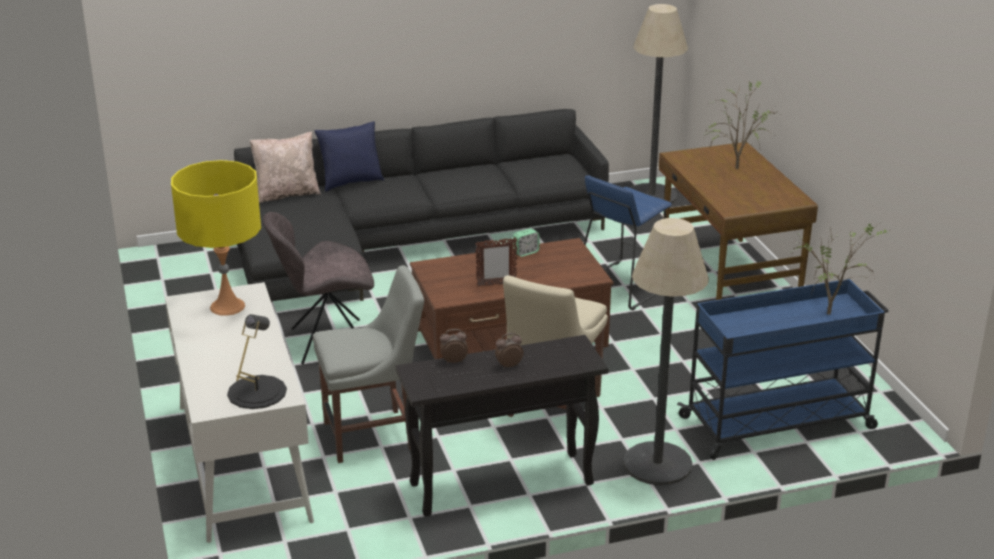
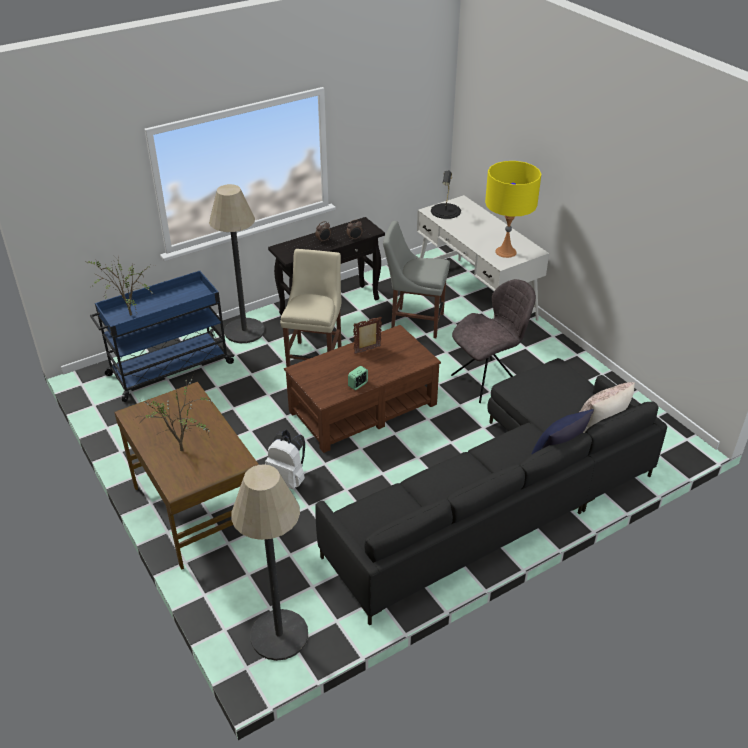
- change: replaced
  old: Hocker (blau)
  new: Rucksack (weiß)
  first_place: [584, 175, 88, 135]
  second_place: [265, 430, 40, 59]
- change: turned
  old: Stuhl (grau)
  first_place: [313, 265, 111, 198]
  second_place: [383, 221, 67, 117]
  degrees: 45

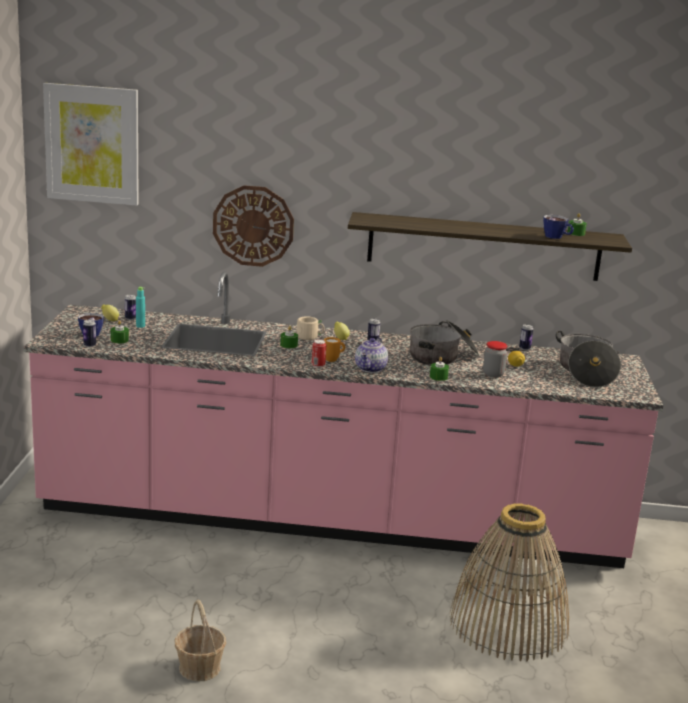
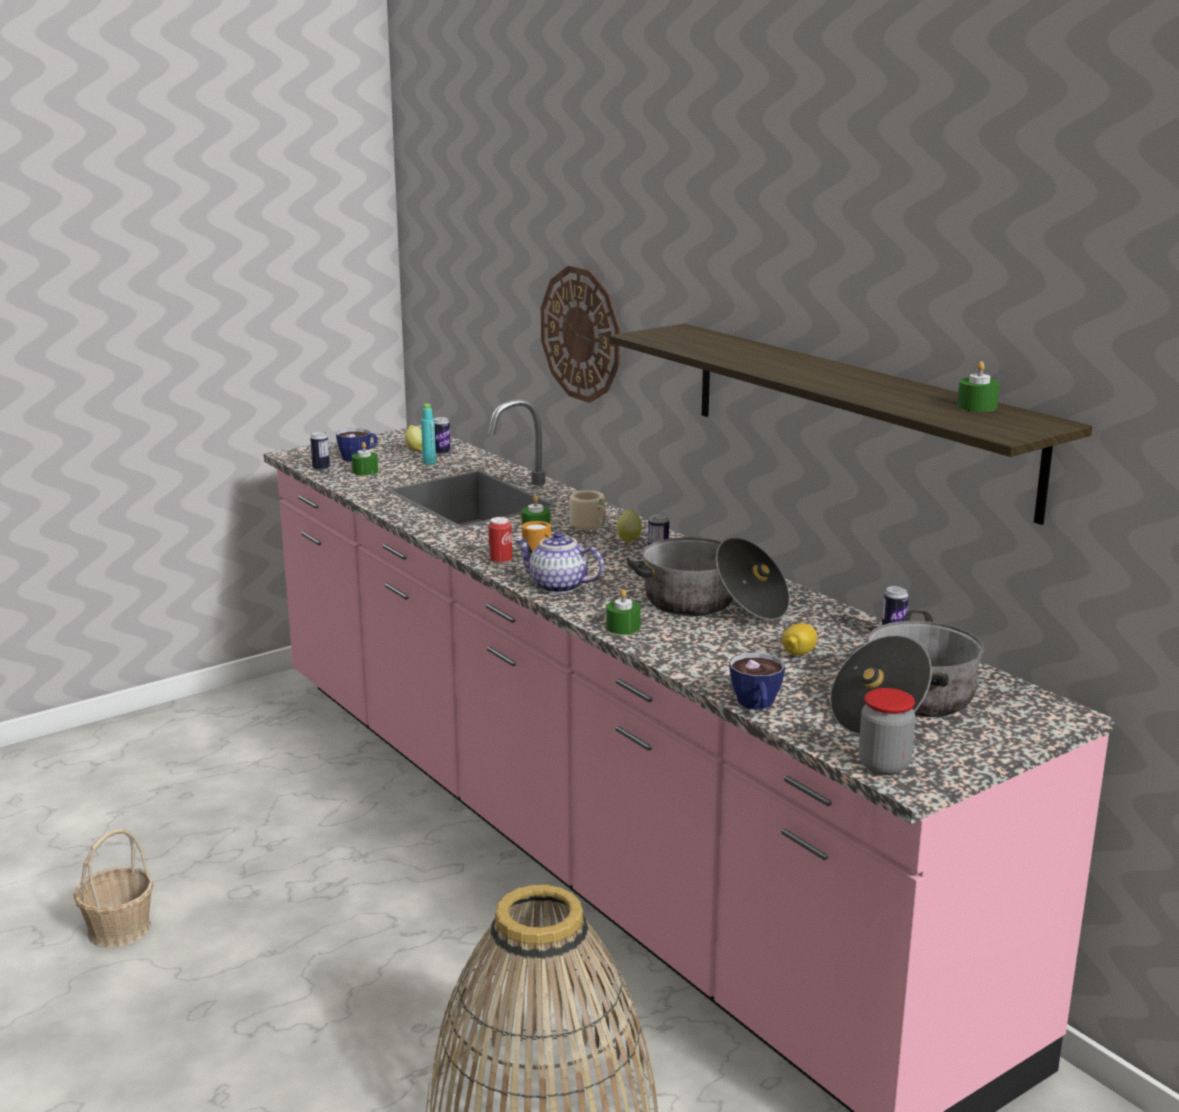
- change: removed
  old: Bild
  first_place: [43, 83, 96, 123]
- change: moved
  old: Tasse
  first_place: [543, 215, 31, 24]
  second_place: [729, 653, 56, 56]
- change: turned
  old: Teekanne
  first_place: [355, 338, 33, 35]
  second_place: [515, 531, 89, 63]
  degrees: 45
- change: moved
  old: Vorratsglas
  first_place: [483, 341, 25, 36]
  second_place: [859, 688, 56, 87]

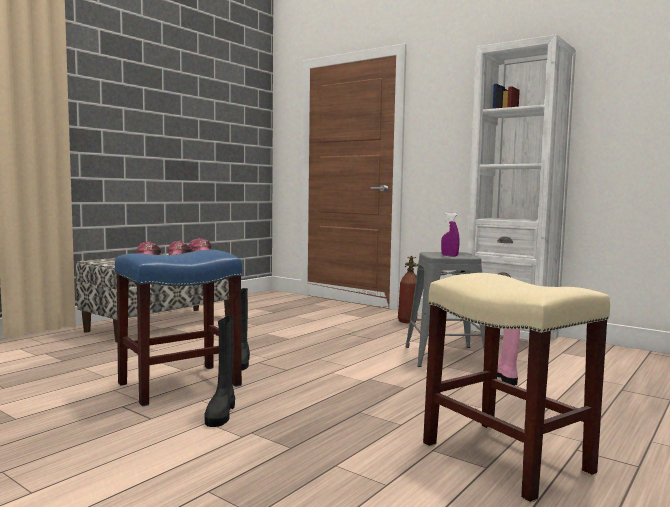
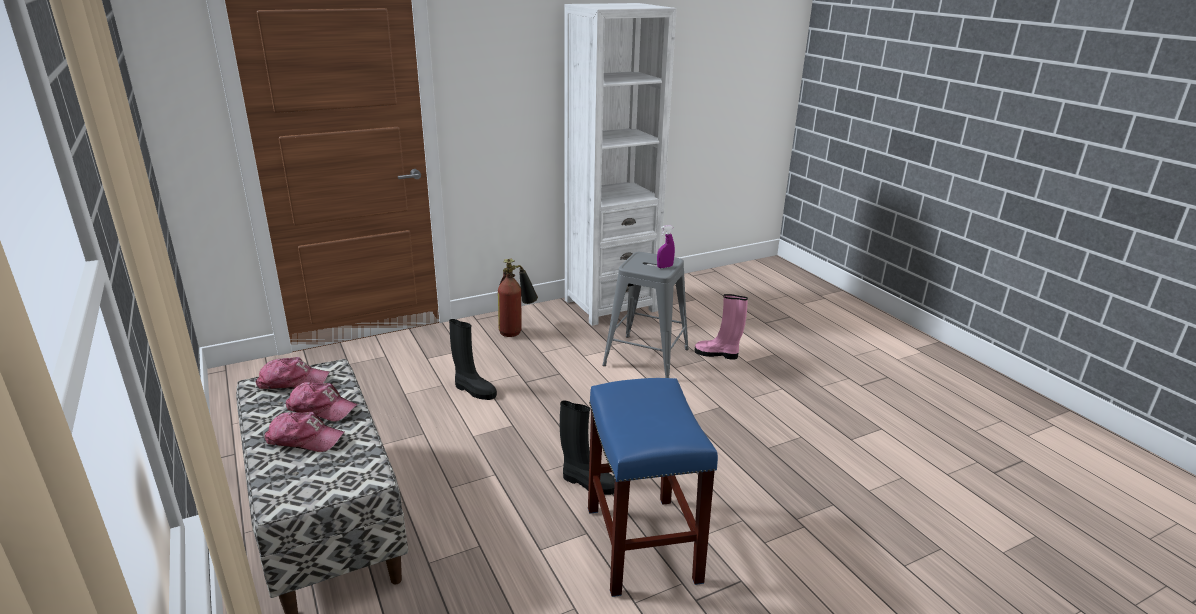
- change: removed
  old: Hocker (beige)
  first_place: [423, 273, 187, 230]
- change: moved
  old: Stiefel (schwarz)
  first_place: [205, 316, 30, 111]
  second_place: [449, 319, 48, 81]

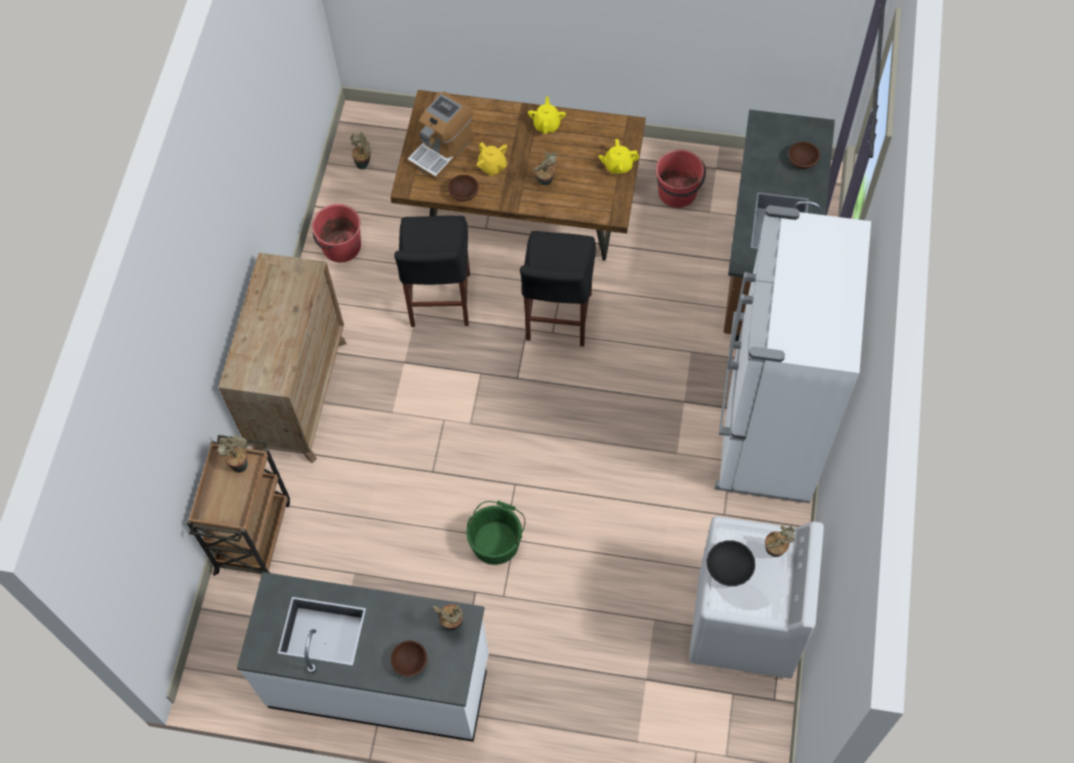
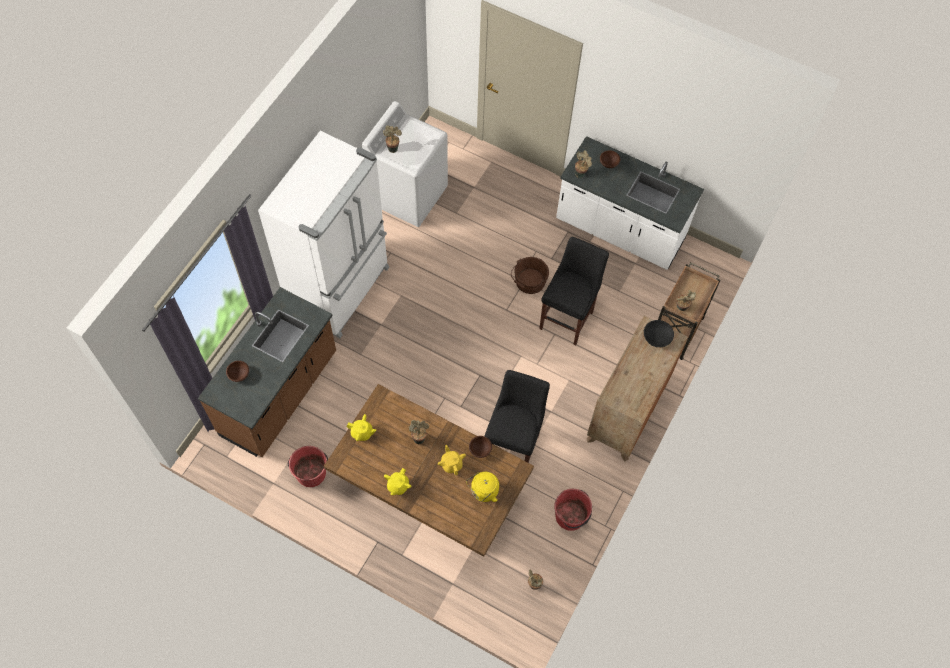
- change: replaced
  old: Kaffeemaschine
  new: Wasserkessel (gelb)
  first_place: [407, 92, 67, 88]
  second_place: [466, 472, 33, 30]
- change: moved
  old: Hocker (schwarz)
  first_place: [520, 231, 76, 116]
  second_place: [539, 237, 70, 109]
- change: recoloured
  old: Eimer (grün)
  new: Eimer (braun)
  first_place: [466, 501, 59, 64]
  second_place: [511, 257, 38, 37]
- change: moved
  old: Schüssel (schwarz)
  first_place: [707, 540, 48, 46]
  second_place: [644, 320, 30, 27]

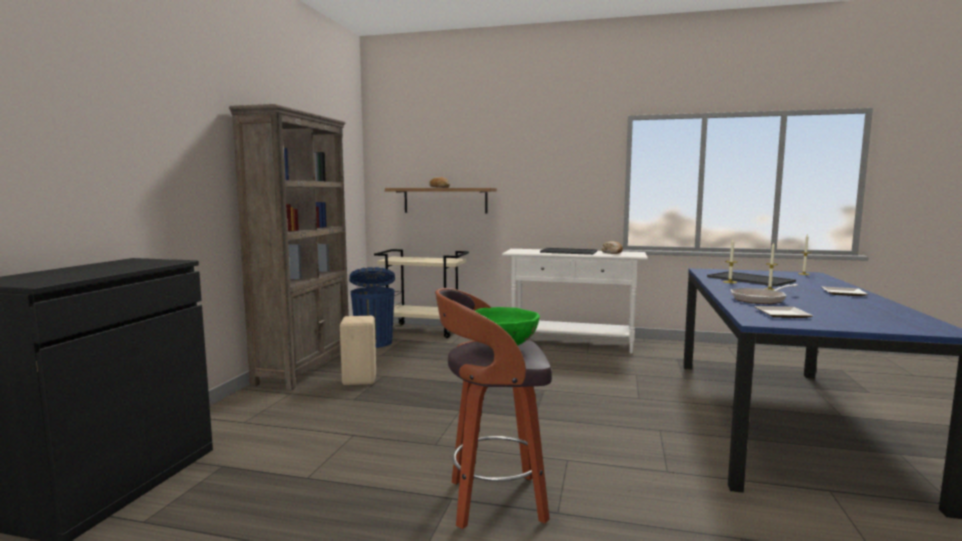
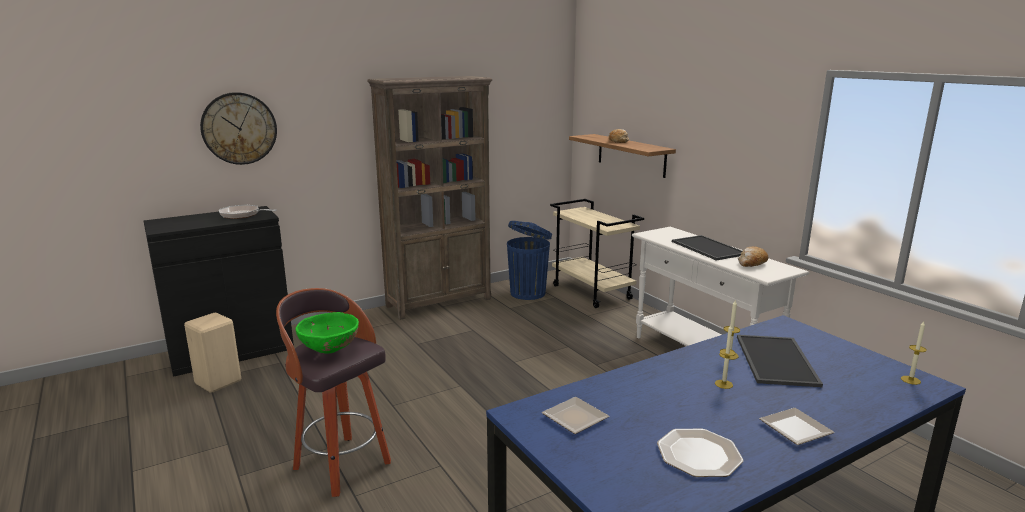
- change: moved
  old: Pfanne
  first_place: [731, 284, 68, 20]
  second_place: [219, 204, 58, 15]
- change: moved
  old: Hocker (beige)
  first_place: [340, 316, 36, 69]
  second_place: [184, 313, 57, 79]
- change: added
  new: Wanduhr
  second_place: [200, 92, 77, 73]
- change: added
  new: Teller
  second_place: [657, 429, 87, 48]

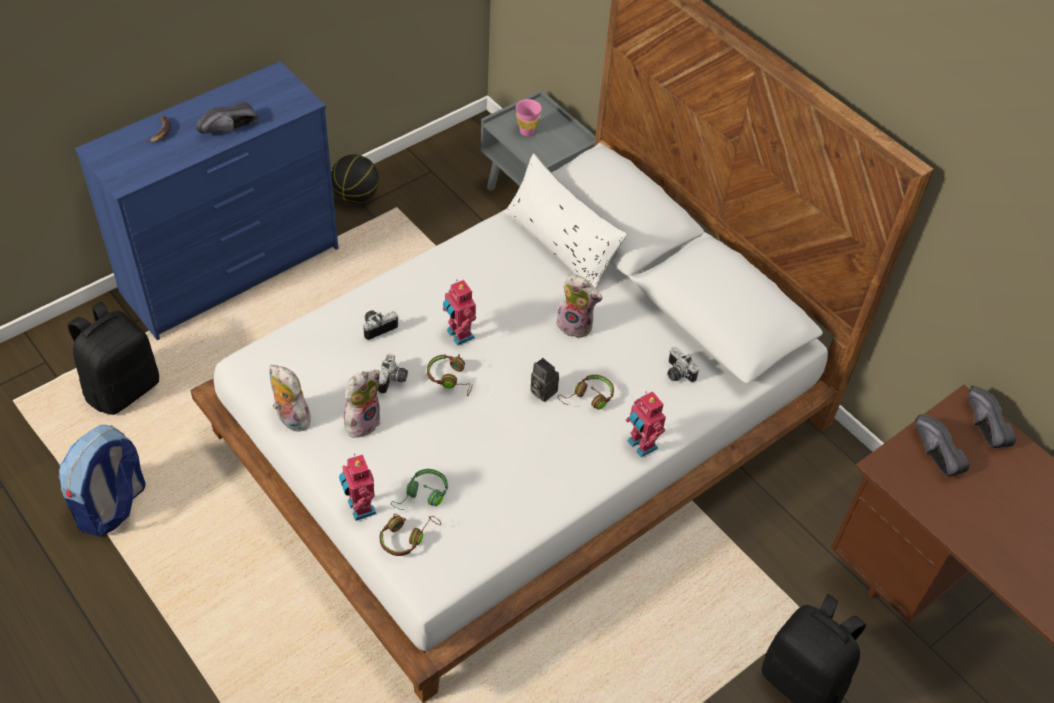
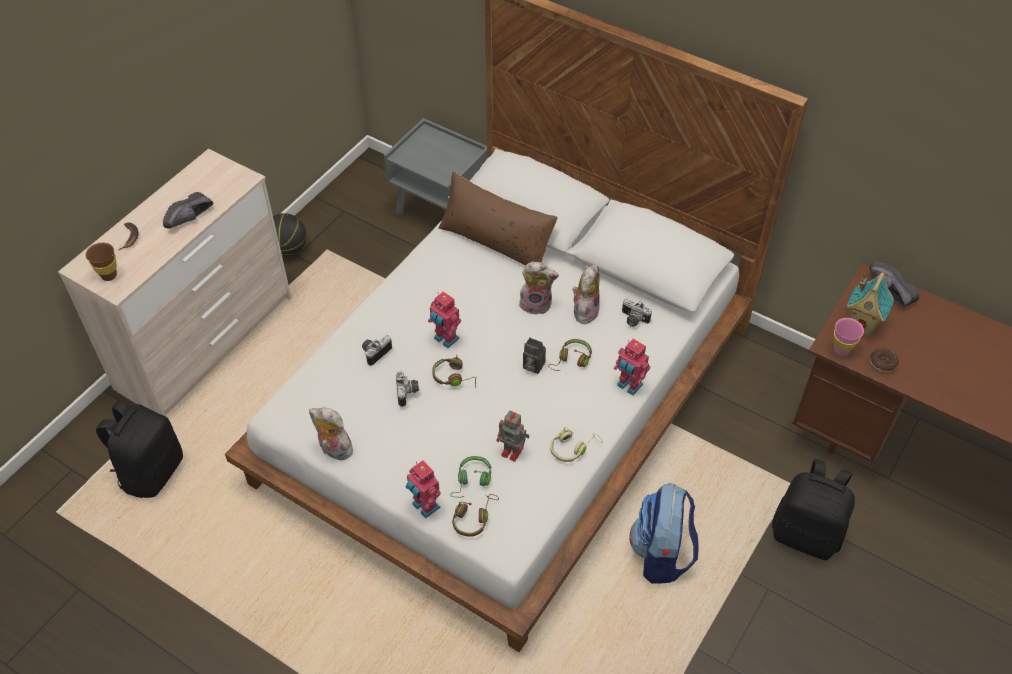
- change: recoloured
  old: Kommode (blau)
  new: Kommode (beige)
  first_place: [75, 61, 264, 279]
  second_place: [58, 149, 233, 268]
- change: moved
  old: Tasse (rosa)
  first_place: [516, 99, 26, 37]
  second_place: [833, 318, 31, 38]
- change: recoloured
  old: Kissen (weiß)
  new: Kissen (braun)
  first_place: [504, 153, 123, 136]
  second_place: [438, 171, 120, 95]
- change: moved
  old: Plüschtier
  first_place: [344, 370, 36, 68]
  second_place: [570, 264, 30, 60]
- change: replaced
  old: Schuh (schwarz)
  new: Spielzeughaus
  first_place: [915, 414, 55, 63]
  second_place: [846, 272, 48, 65]
- change: moved
  old: Rucksack
  first_place: [58, 425, 88, 111]
  second_place: [630, 483, 69, 101]
- change: added
  new: Tasse (braun)
  second_place: [85, 243, 32, 38]
- change: added
  new: Donut
  second_place: [870, 348, 29, 24]
- change: added
  new: Spielzeugroboter
  second_place: [497, 411, 32, 51]
- change: added
  new: Kopfhörer (beige)
  second_place: [550, 427, 52, 35]

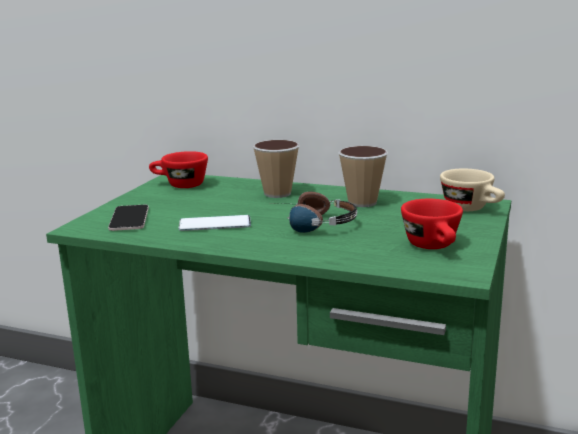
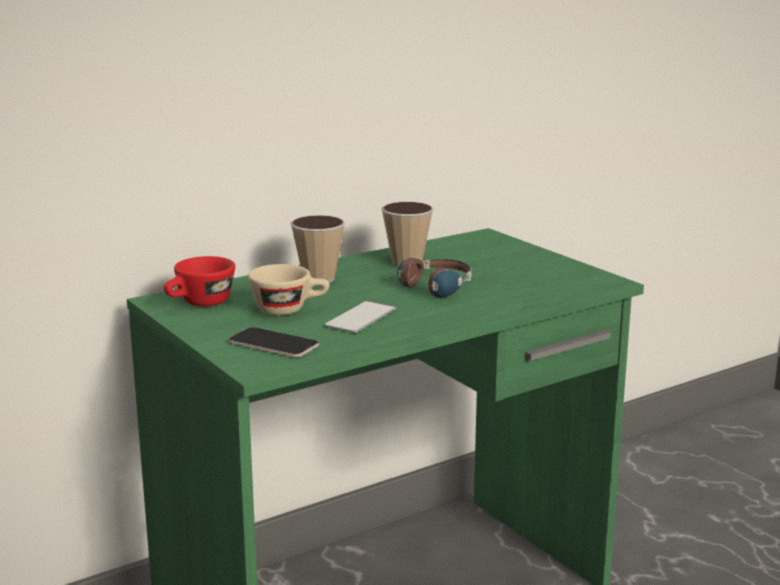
- change: moved
  old: Tasse (beige)
  first_place: [440, 169, 65, 42]
  second_place: [248, 264, 81, 52]
- change: removed
  old: Tasse (rot)
  first_place: [401, 199, 62, 50]

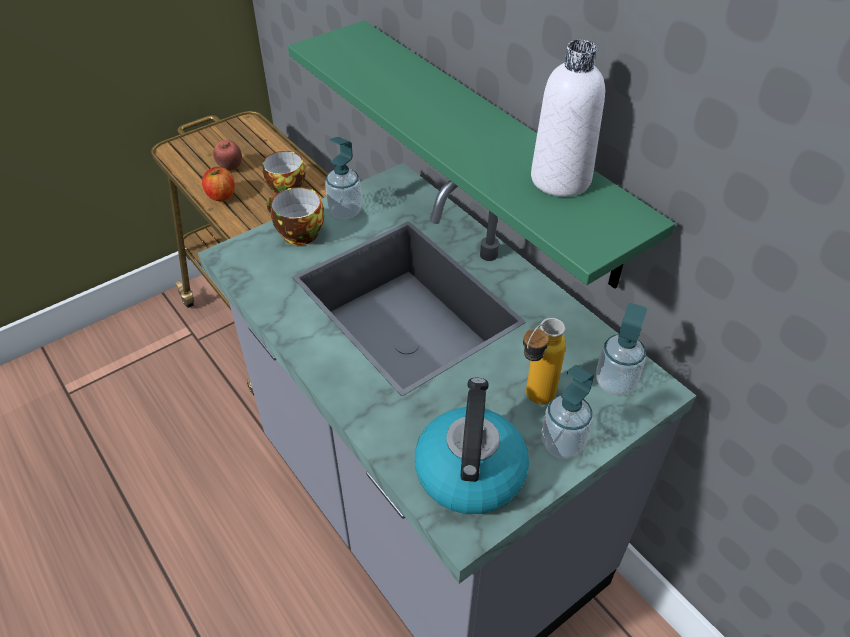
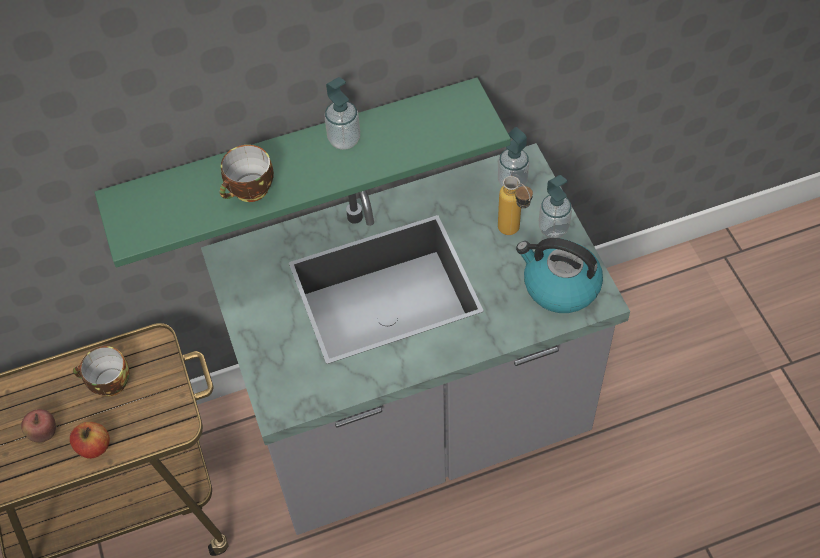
- change: removed
  old: Flasche (weiß)
  first_place: [531, 40, 74, 157]
- change: moved
  old: Seifenspender
  first_place: [325, 137, 37, 82]
  second_place: [325, 77, 35, 73]
- change: moved
  old: Tasse
  first_place: [266, 187, 58, 58]
  second_place: [220, 145, 54, 57]

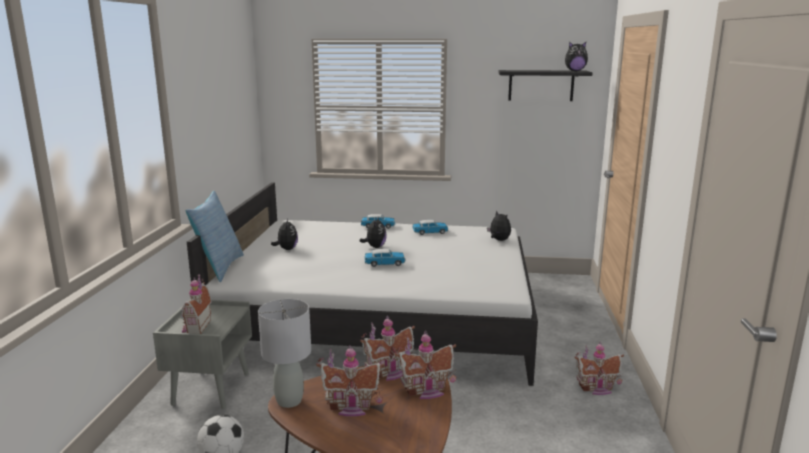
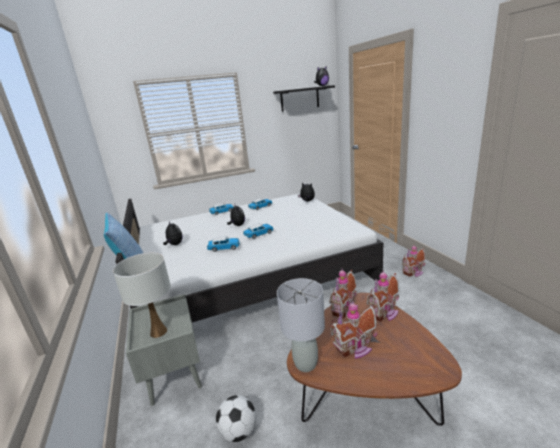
- change: replaced
  old: Spielzeughaus
  new: Tischlampe (weiß)
  first_place: [181, 274, 30, 60]
  second_place: [113, 253, 58, 85]
- change: added
  new: Spielzeugauto
  second_place: [207, 236, 33, 16]

